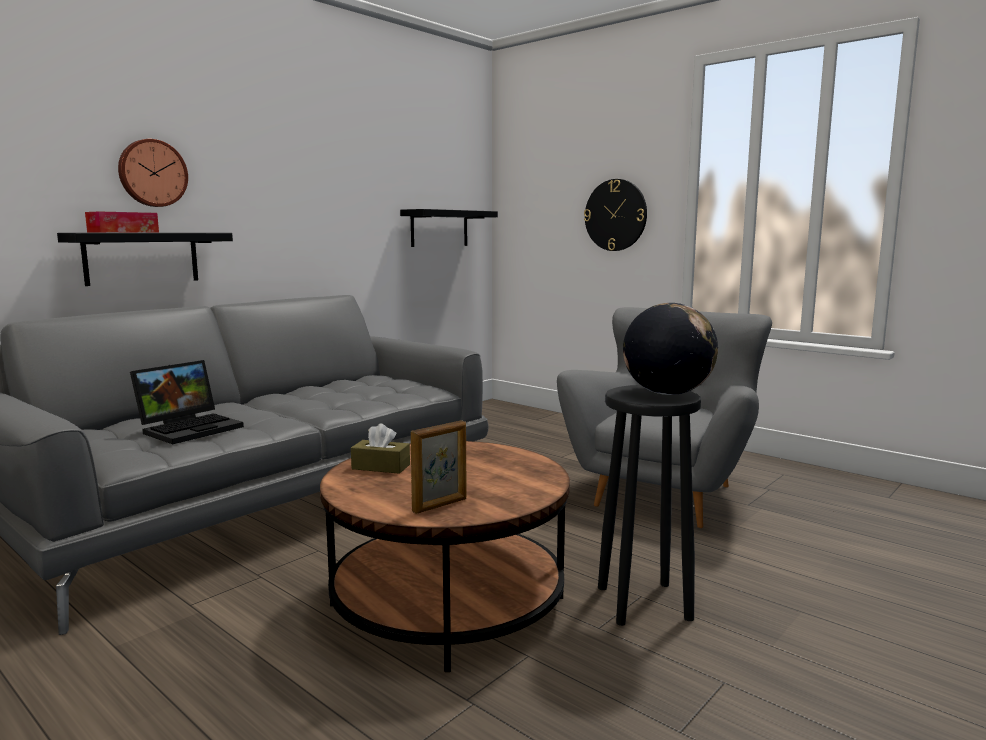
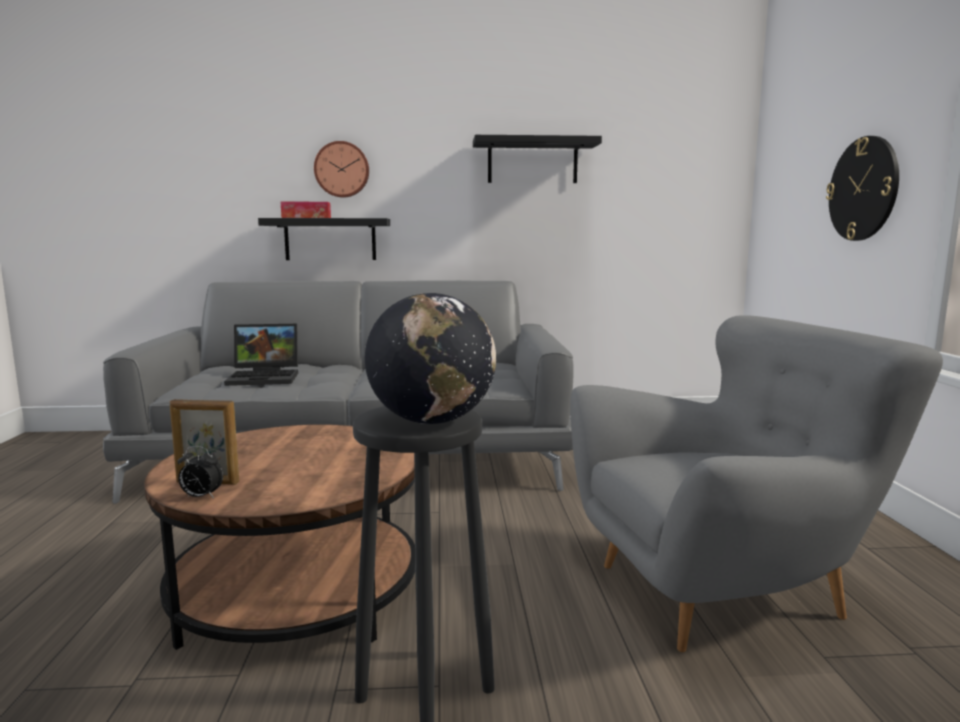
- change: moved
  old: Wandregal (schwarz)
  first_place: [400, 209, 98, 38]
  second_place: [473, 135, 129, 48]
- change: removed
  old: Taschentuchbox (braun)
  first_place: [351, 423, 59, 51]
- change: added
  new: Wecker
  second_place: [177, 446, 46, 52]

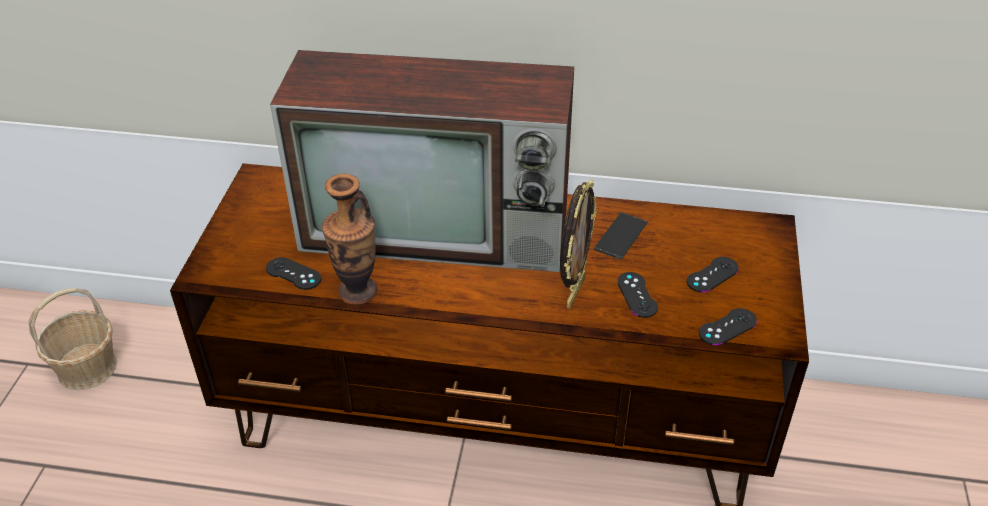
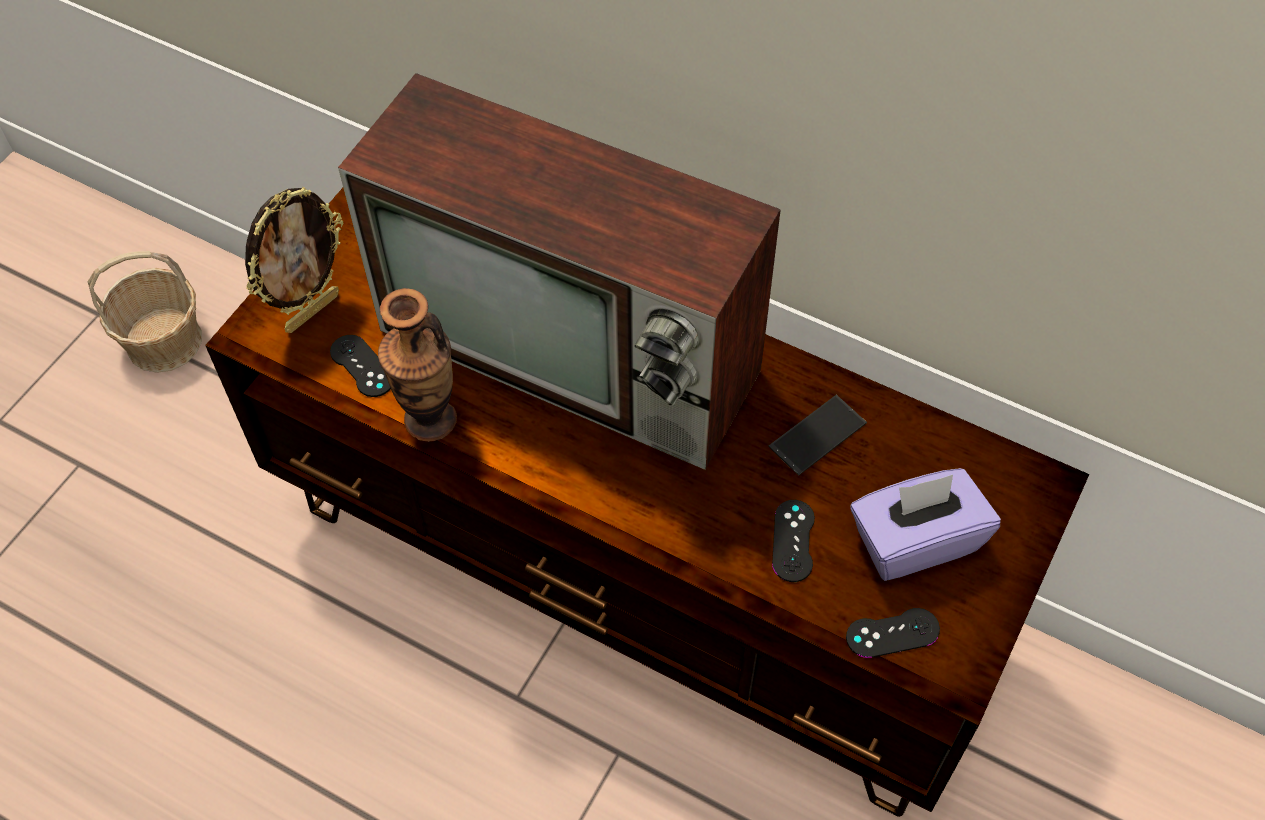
- change: moved
  old: Bilderrahmen
  first_place: [560, 180, 37, 129]
  second_place: [245, 187, 98, 146]
- change: replaced
  old: Gamepad (schwarz)
  new: Taschentuchbox (lila)
  first_place: [687, 257, 52, 35]
  second_place: [850, 468, 151, 113]

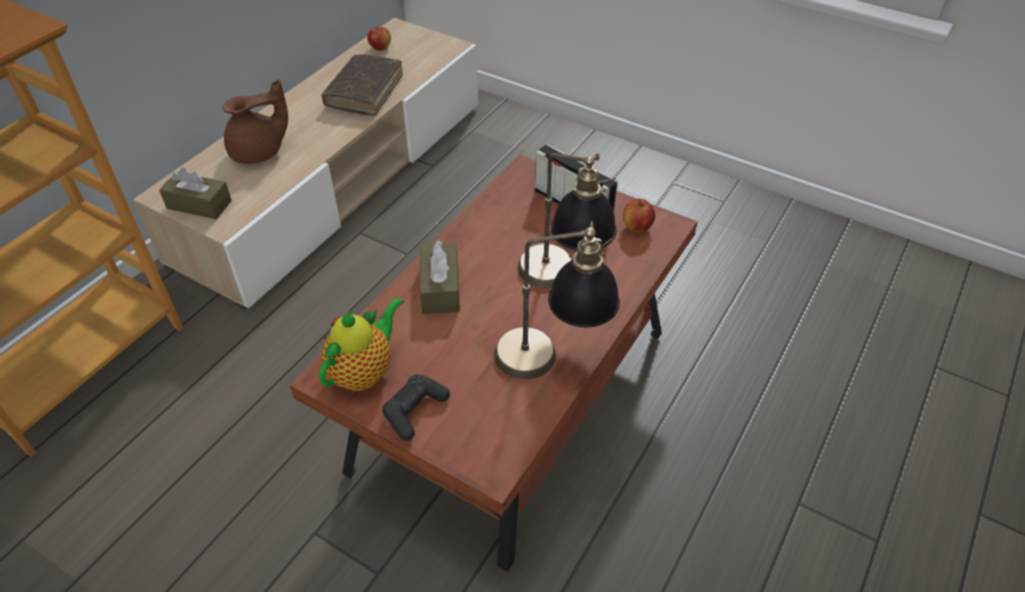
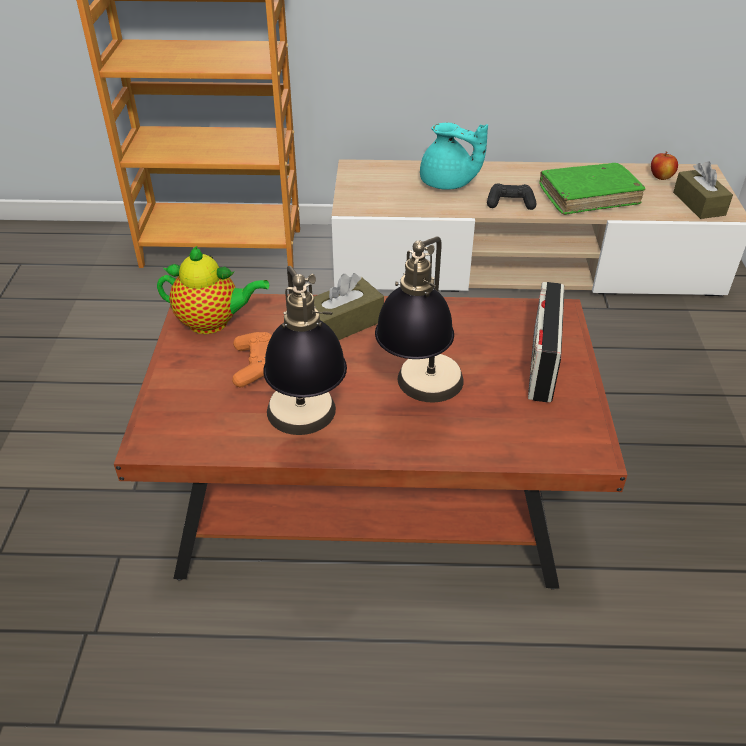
- change: recoloured
  old: Buch (braun)
  new: Buch (grün)
  first_place: [321, 54, 82, 62]
  second_place: [539, 163, 106, 52]
- change: recoloured
  old: Teekanne (braun)
  new: Teekanne (türkis)
  first_place: [223, 79, 65, 85]
  second_place: [420, 122, 68, 68]
- change: moved
  old: Taschentuchbox (braun)
  first_place: [159, 167, 73, 52]
  second_place: [673, 161, 60, 58]
- change: removed
  old: Apfel
  first_place: [623, 199, 32, 34]
- change: moved
  old: Gamepad (schwarz)
  first_place: [382, 374, 68, 66]
  second_place: [487, 184, 50, 26]
- change: added
  new: Gamepad (orange)
  second_place: [232, 332, 40, 55]

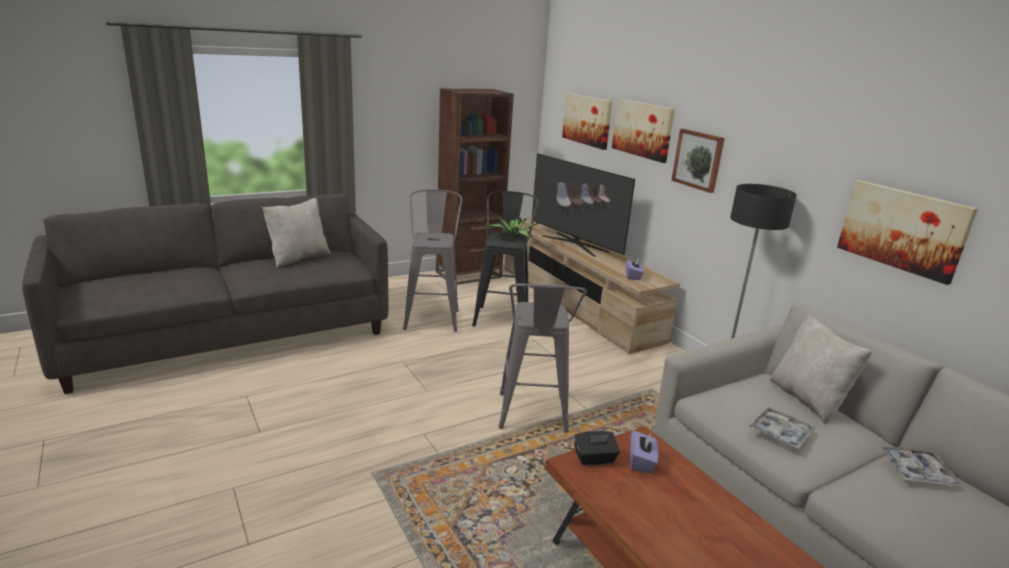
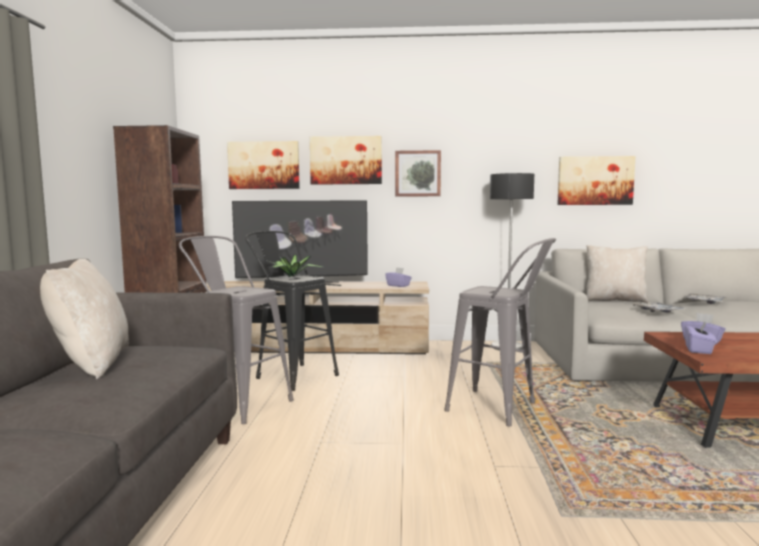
- change: recoloured
  old: Taschentuchbox (schwarz)
  new: Taschentuchbox (lila)
  first_place: [574, 431, 46, 34]
  second_place: [685, 321, 31, 33]

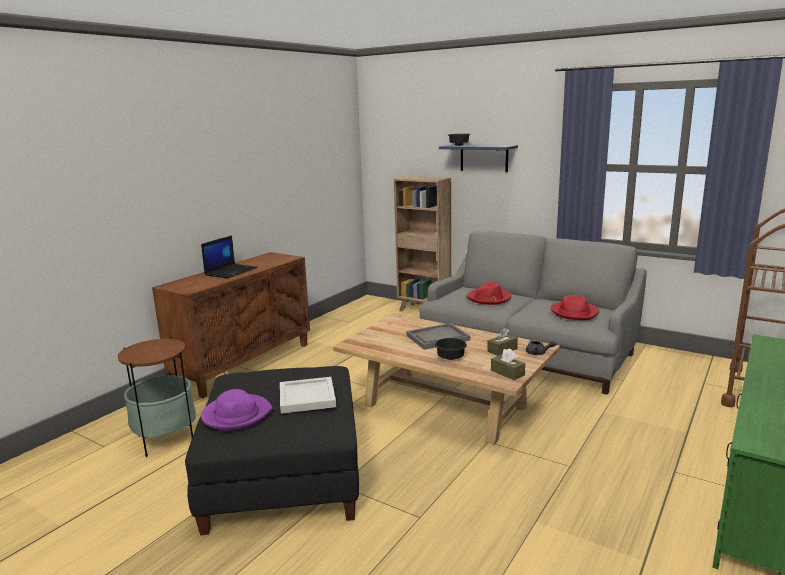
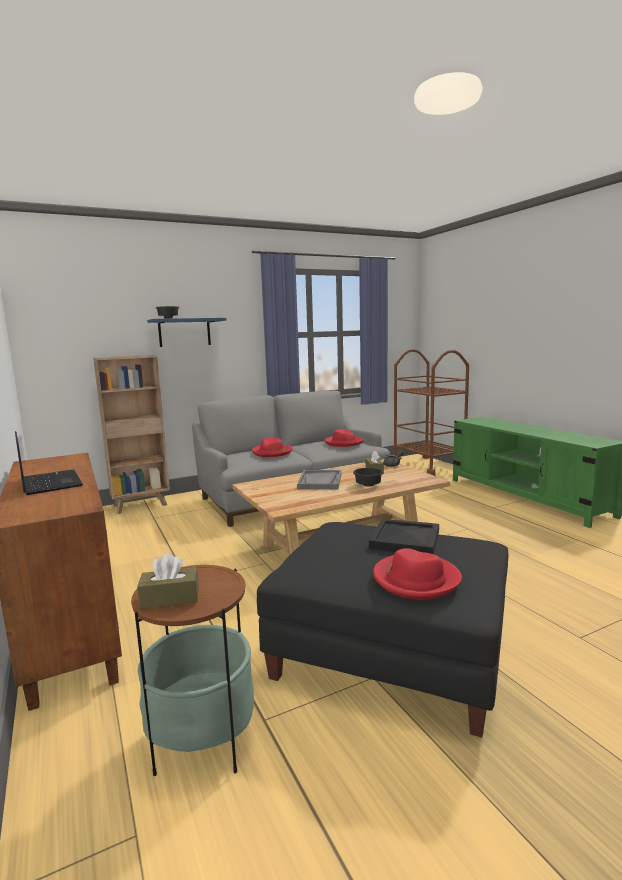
- change: moved
  old: Taschentuchbox (braun)
  first_place: [491, 348, 34, 32]
  second_place: [137, 554, 62, 55]
- change: recoloured
  old: Tablett (weiß)
  new: Tablett (schwarz)
  first_place: [280, 377, 56, 37]
  second_place: [369, 518, 70, 36]
- change: recoloured
  old: Hut (lila)
  new: Hut (rot)
  first_place: [201, 389, 71, 42]
  second_place: [373, 548, 89, 51]

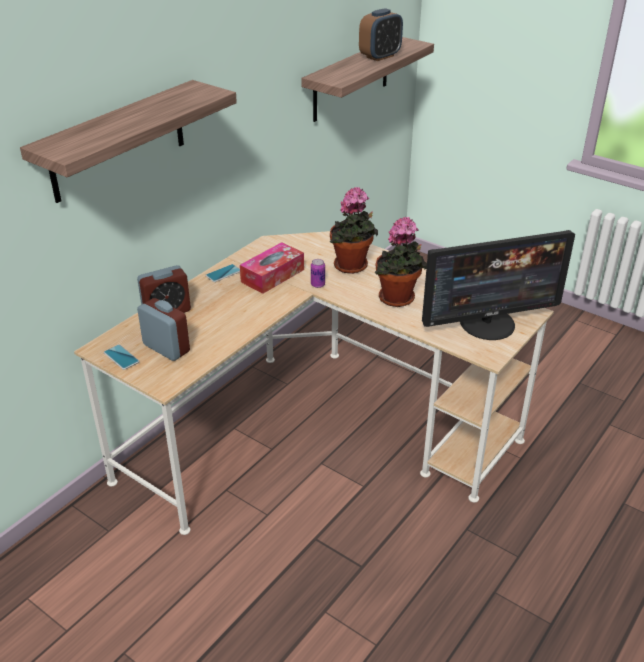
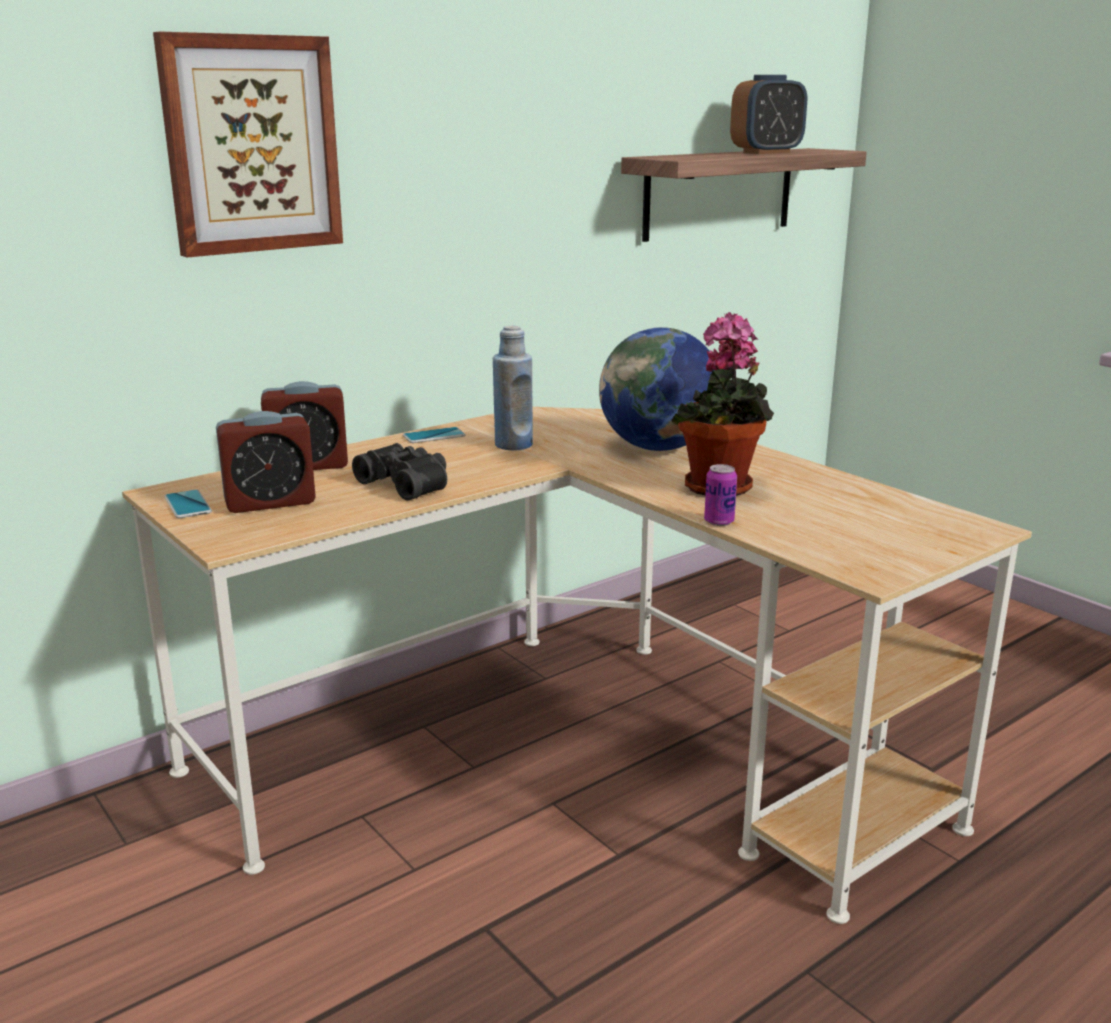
- change: replaced
  old: Wandregal
  new: Bild
  first_place: [20, 80, 217, 123]
  second_place: [153, 31, 190, 226]
- change: replaced
  old: Topfpflanze
  new: Globus
  first_place: [330, 187, 48, 87]
  second_place: [599, 327, 116, 124]
- change: removed
  old: Monitor
  first_place: [422, 230, 153, 110]
- change: replaced
  old: Taschentuchbox
  new: Flasche (blau)
  first_place: [240, 242, 64, 52]
  second_place: [493, 326, 40, 124]
- change: moved
  old: Dose
  first_place: [311, 259, 14, 29]
  second_place: [704, 464, 33, 62]
- change: turned
  old: Wecker
  first_place: [137, 298, 53, 63]
  second_place: [216, 411, 100, 102]
  degrees: 105
- change: added
  new: Fernglas (schwarz)
  second_place: [352, 443, 95, 58]

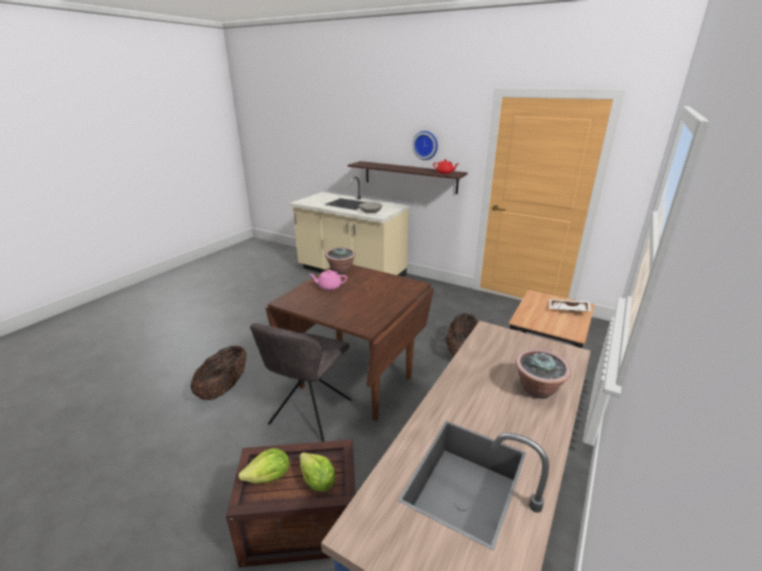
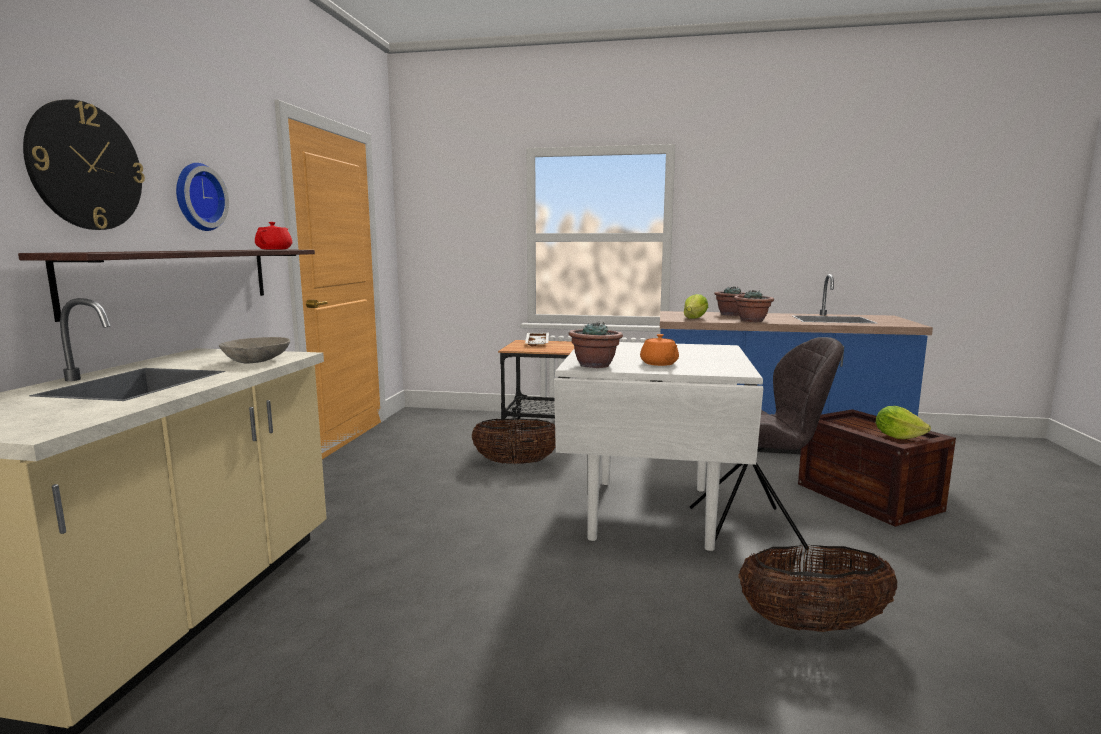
- change: recoloured
  old: Esstisch (braun)
  new: Esstisch (weiß)
  first_place: [265, 265, 169, 156]
  second_place: [554, 342, 209, 209]
- change: recoloured
  old: Teekanne (rosa)
  new: Teekanne (orange)
  first_place: [310, 270, 37, 21]
  second_place: [640, 334, 39, 32]
- change: moved
  old: Salatkopf
  first_place: [300, 452, 36, 40]
  second_place: [684, 294, 24, 25]
- change: added
  new: Wanduhr
  second_place: [23, 99, 122, 131]
- change: added
  new: Topfpflanze
  second_place: [734, 290, 40, 32]

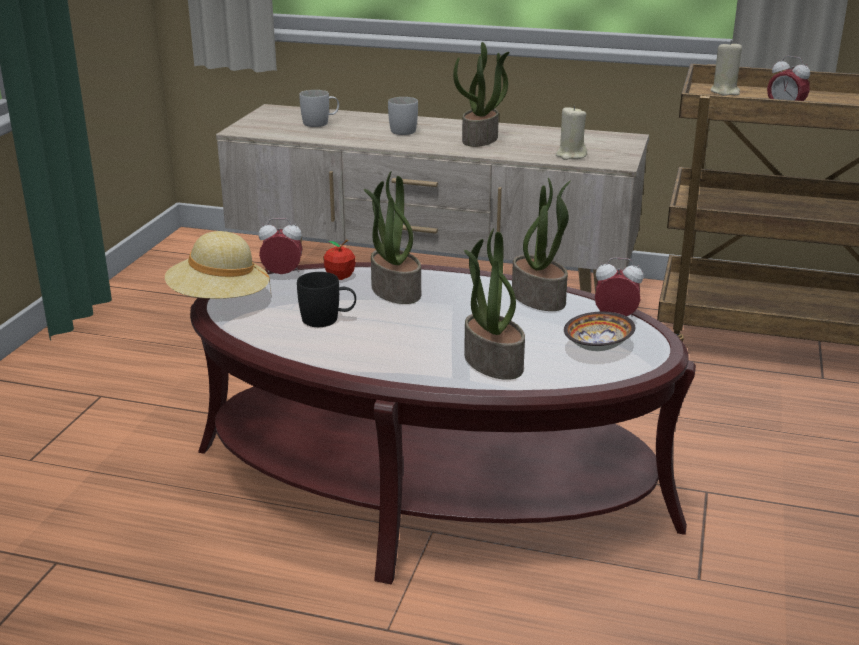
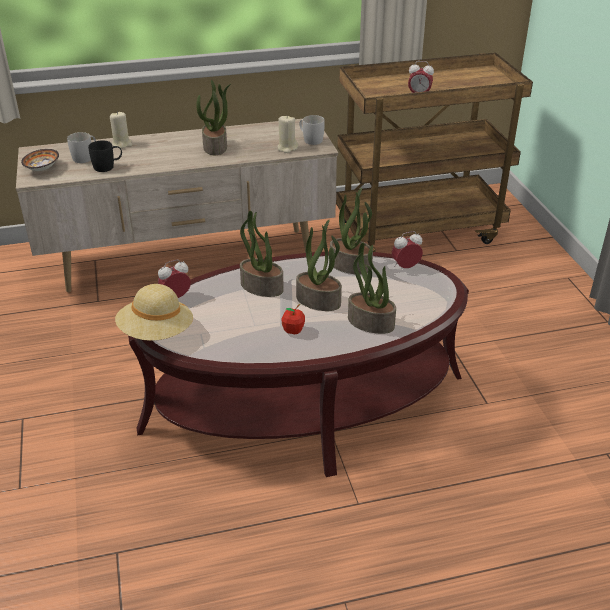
- change: moved
  old: Kerze (beige)
  first_place: [711, 40, 31, 56]
  second_place: [110, 111, 22, 38]
- change: moved
  old: Henkelbecher (weiß)
  first_place: [388, 97, 30, 38]
  second_place: [299, 115, 26, 30]
- change: moved
  old: Apfel
  first_place: [323, 240, 32, 40]
  second_place: [282, 304, 23, 31]
- change: moved
  old: Henkelbecher (schwarz)
  first_place: [297, 272, 59, 55]
  second_place: [88, 140, 34, 32]
- change: moved
  old: Schüssel
  first_place: [564, 312, 71, 39]
  second_place: [21, 149, 38, 22]
- change: added
  new: Topfpflanze
  second_place: [296, 220, 46, 91]

